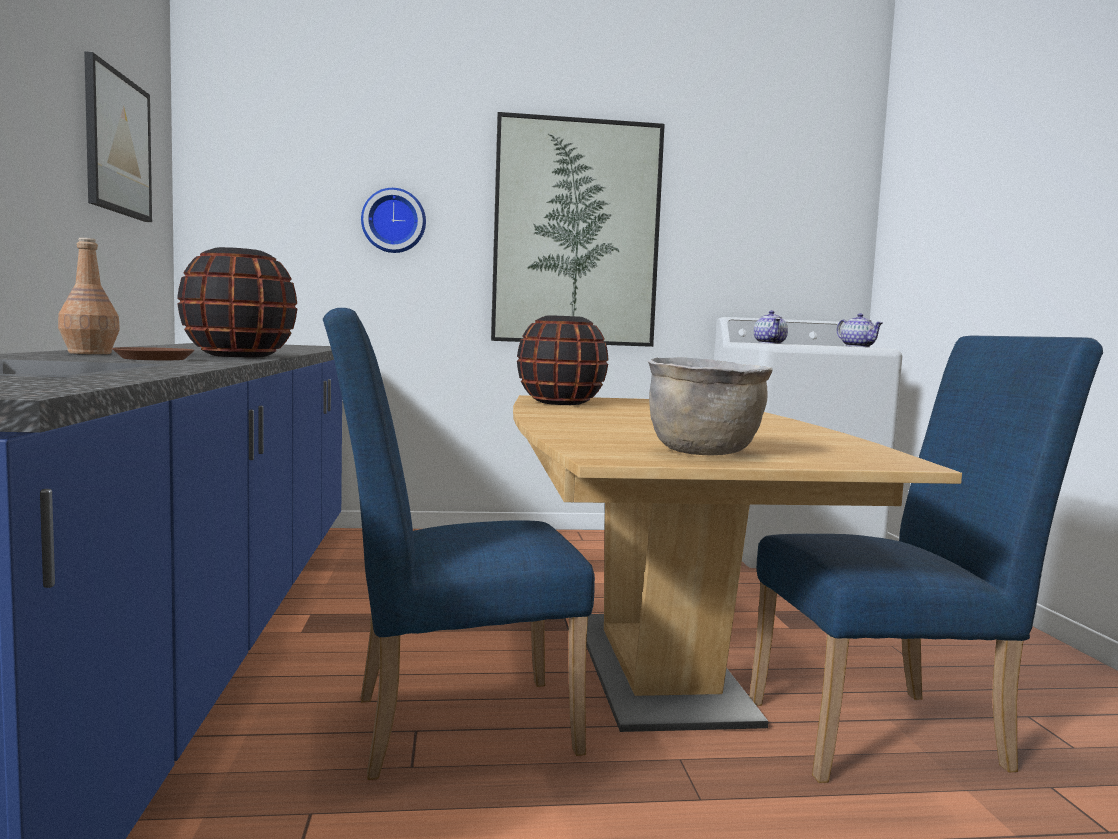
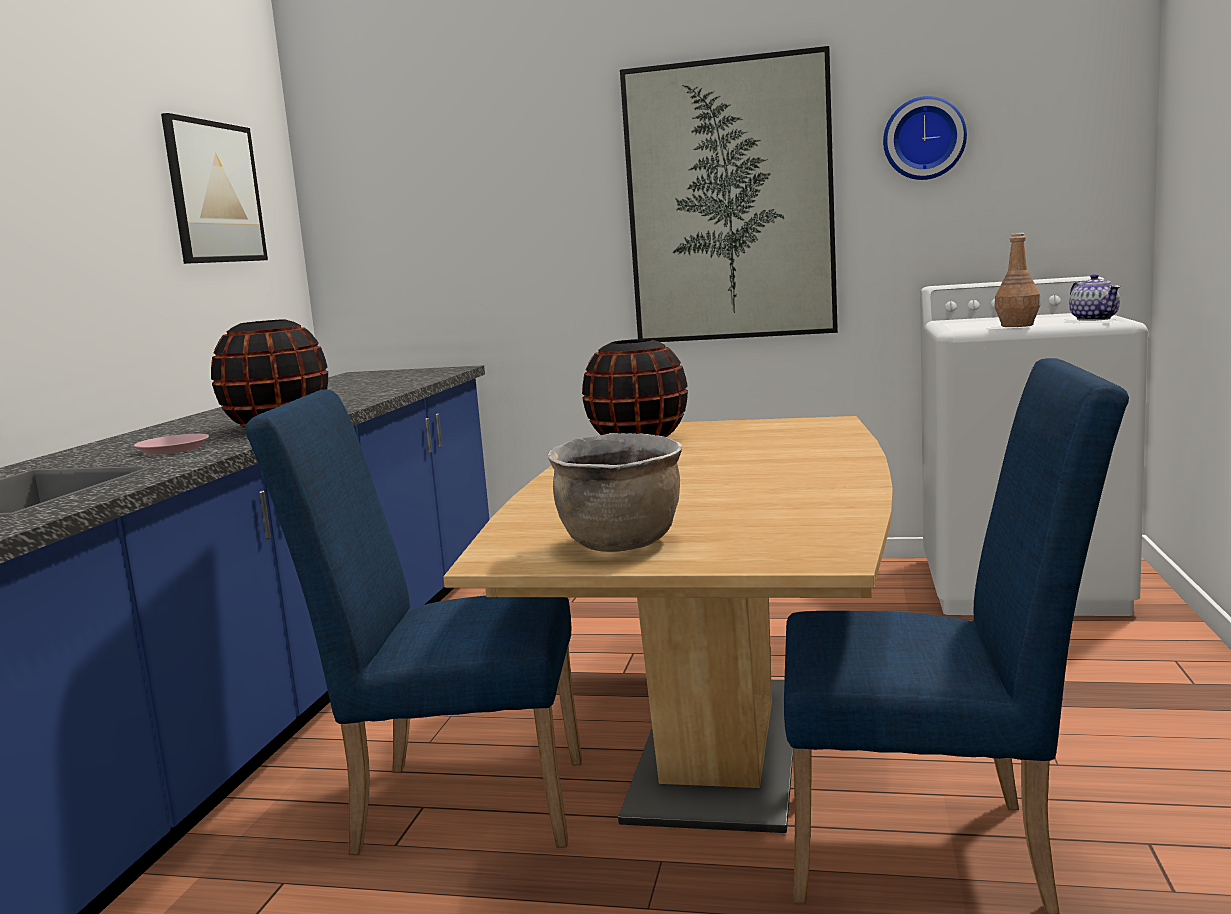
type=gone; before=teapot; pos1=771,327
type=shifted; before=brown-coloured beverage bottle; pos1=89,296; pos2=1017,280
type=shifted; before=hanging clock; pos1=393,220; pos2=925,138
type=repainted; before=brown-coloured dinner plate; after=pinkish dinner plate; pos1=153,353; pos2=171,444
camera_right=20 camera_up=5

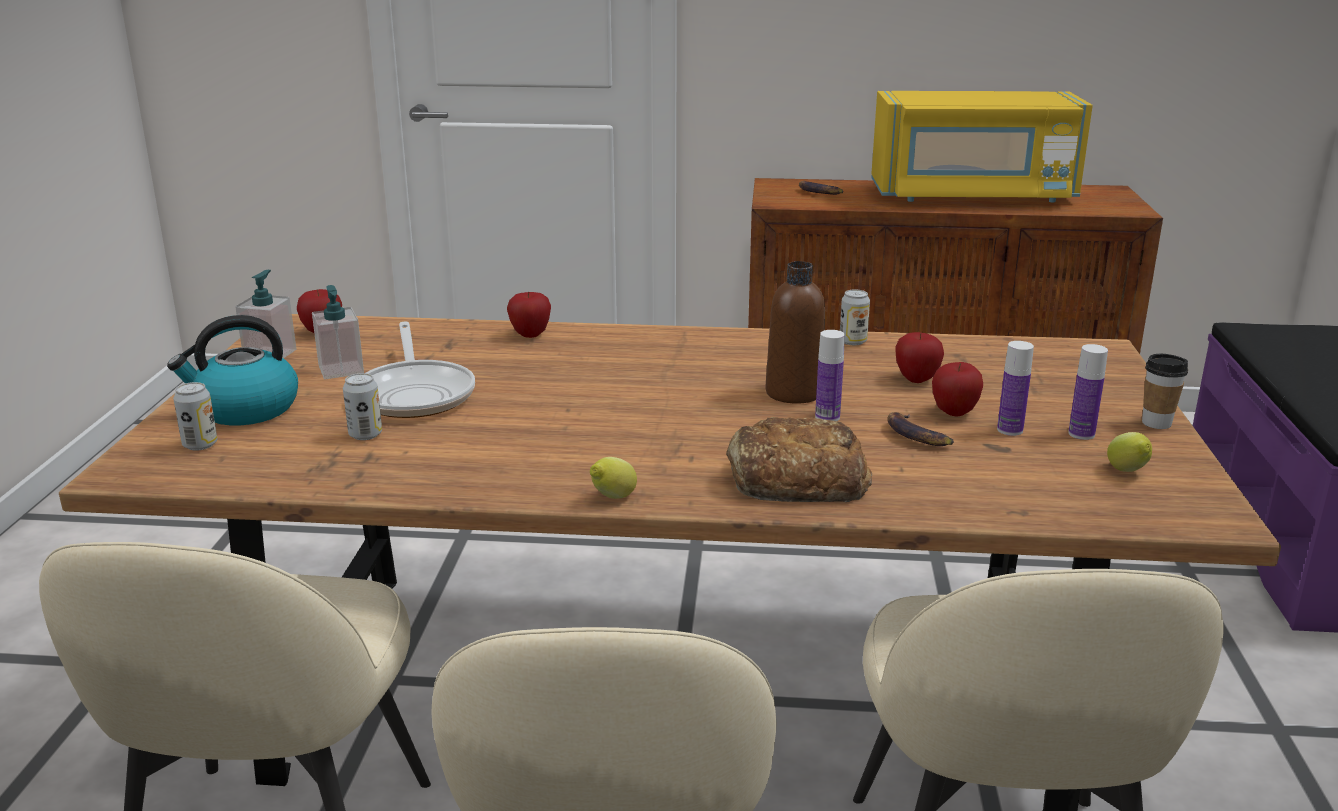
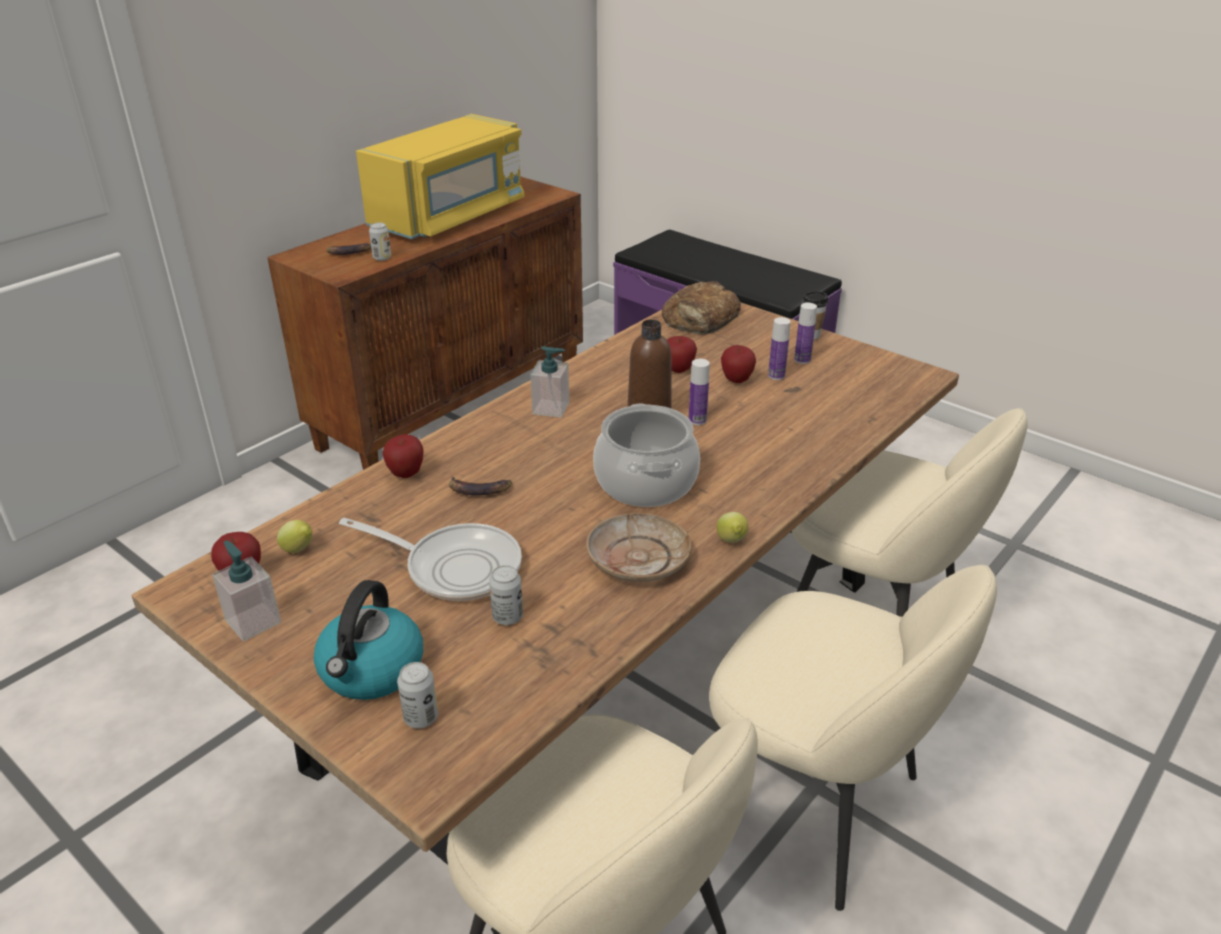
type=new; after=beige dinner plate; pos2=639,547
type=new; after=stockpot; pos2=646,455
type=shifted; before=liquid soap bottle; pos1=338,332; pos2=549,382
type=shifted; before=bread; pos1=799,459; pos2=701,308
type=shifted; before=sealed can; pos1=855,317; pos2=380,241
type=shifted; before=whole banana; pos1=920,429; pos2=480,486
type=shifted; before=lemon; pos1=1129,452; pos2=294,536
camera_right=-55 camera_up=10

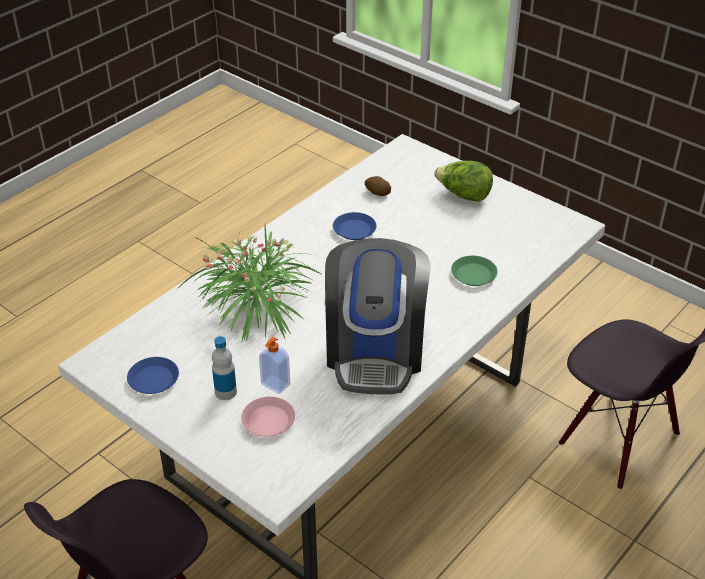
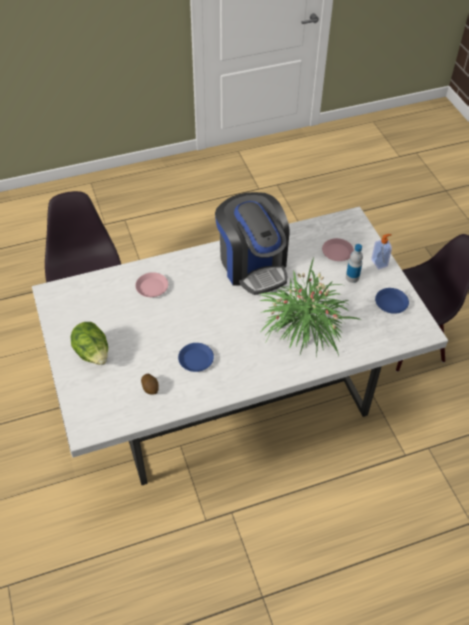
type=shifted; before=liquid soap bottle; pos1=274,365; pos2=381,251
type=repainted; before=green dinner plate; after=pinkish dinner plate; pos1=474,271; pos2=151,284
type=rotated; before=coffee maker; pos1=377,316; pos2=252,243; turn=120
camera_right=-150 camera_up=10

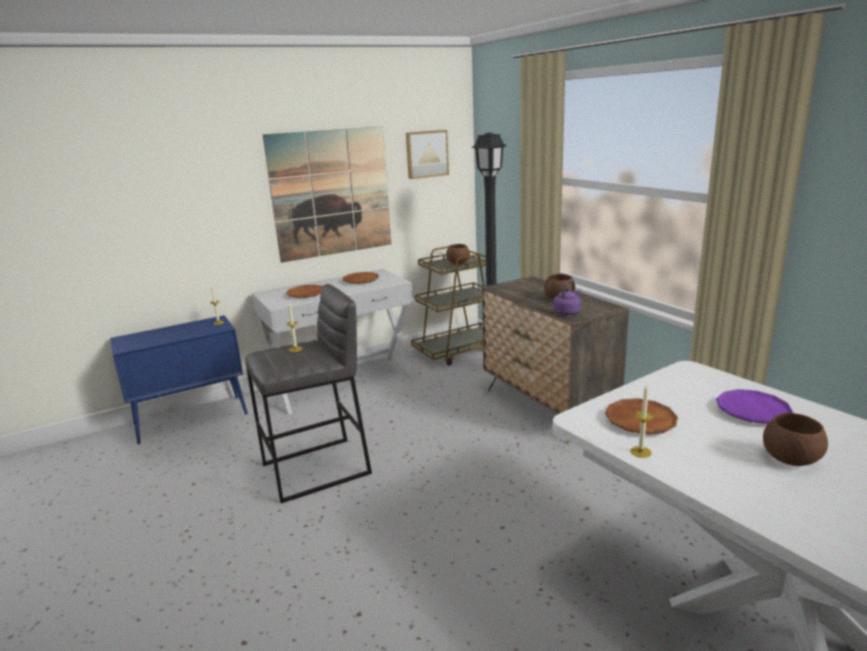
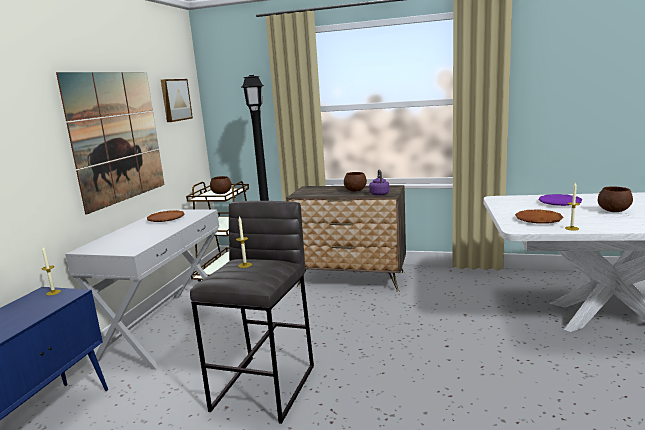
type=gone; before=brown-coloured dinner plate; pos1=304,291
camera_right=-45 camera_up=-5

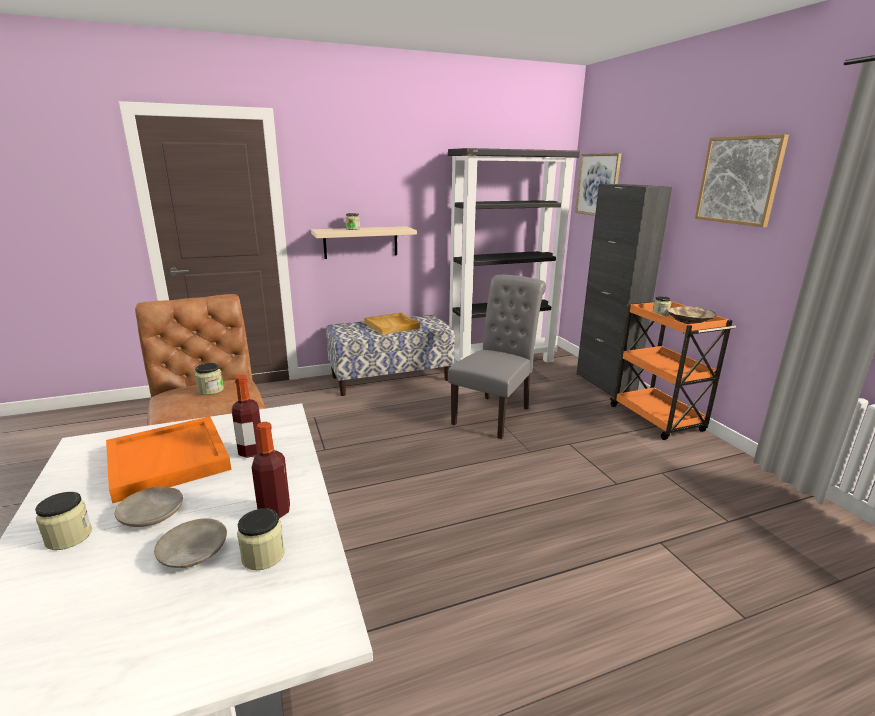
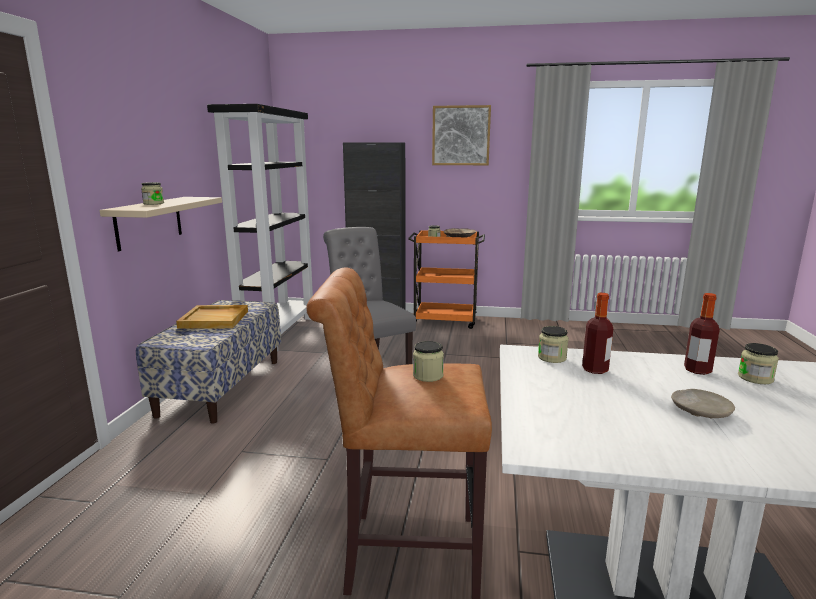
type=gone; before=orangey serving tray; pos1=169,459
type=gone; before=beige dinner plate; pos1=190,543
type=gone; before=picture; pos1=598,184
type=shifted; before=preserve jar; pos1=63,521; pos2=553,344
camera_right=-60 camera_up=-5

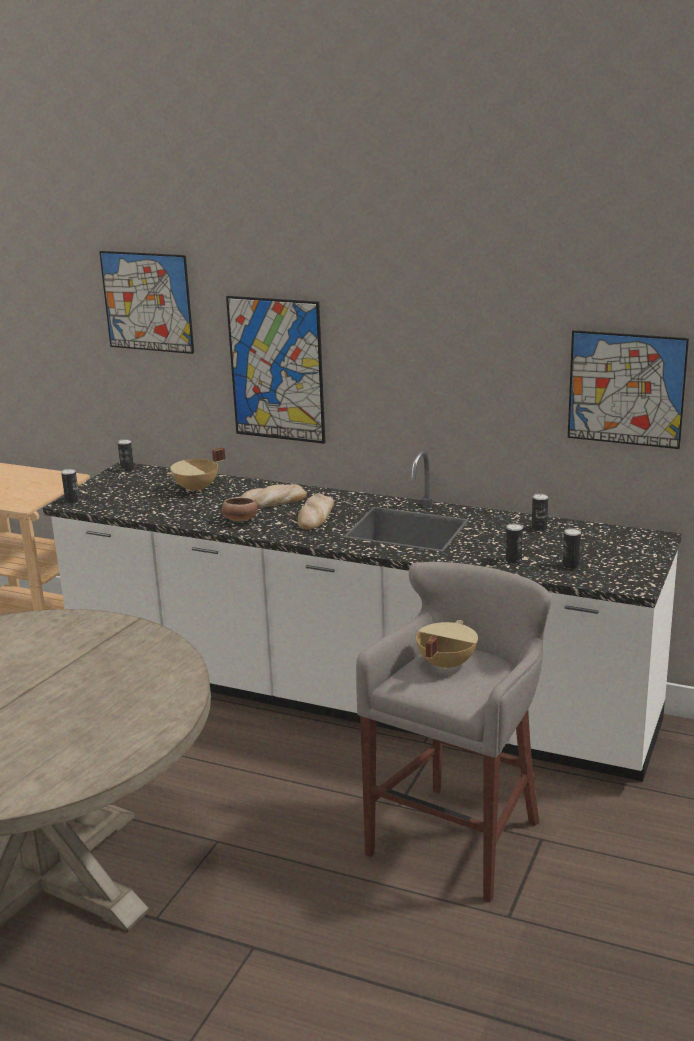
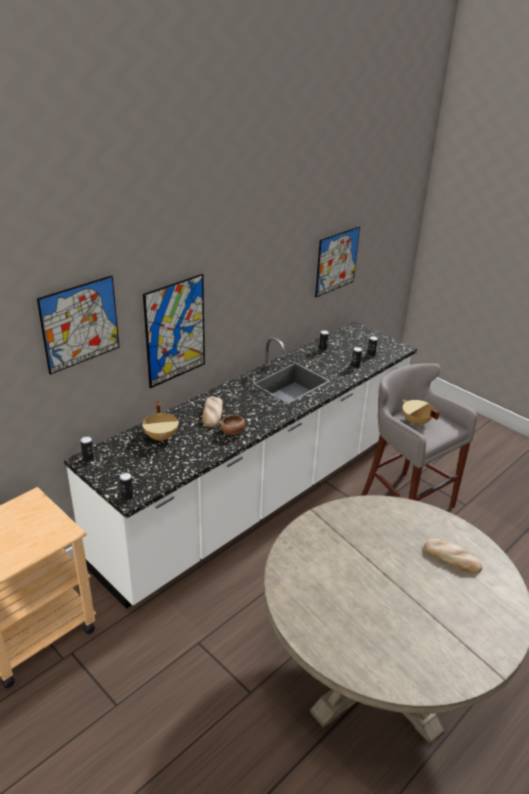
type=shifted; before=bread; pos1=316,511; pos2=453,556
camera_right=-70 camera_up=10

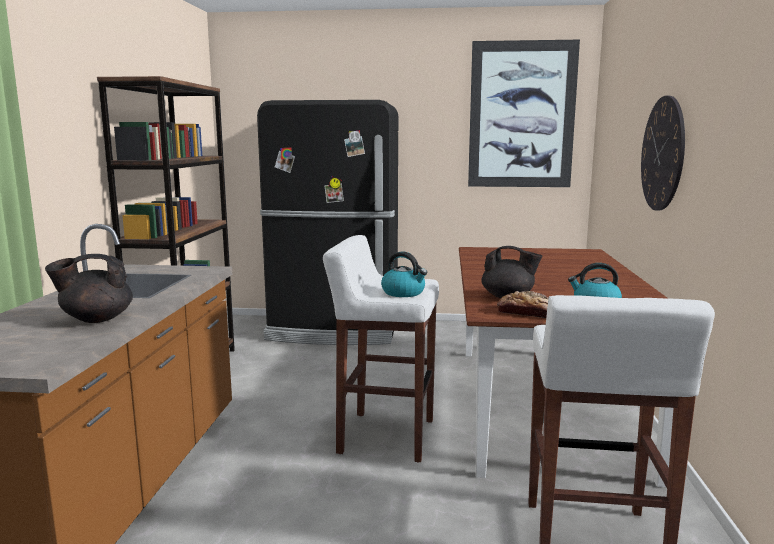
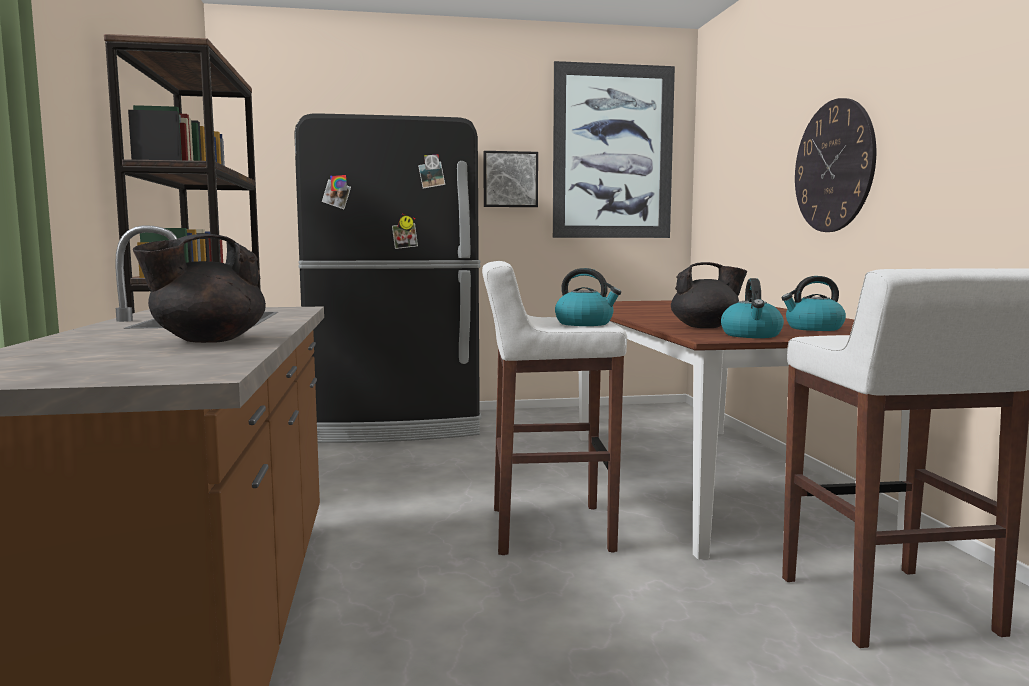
type=new; after=picture; pos2=510,179
type=swapped; before=bread; after=tea kettle; pos1=522,304; pos2=752,308
camera_right=-15 camera_up=-5

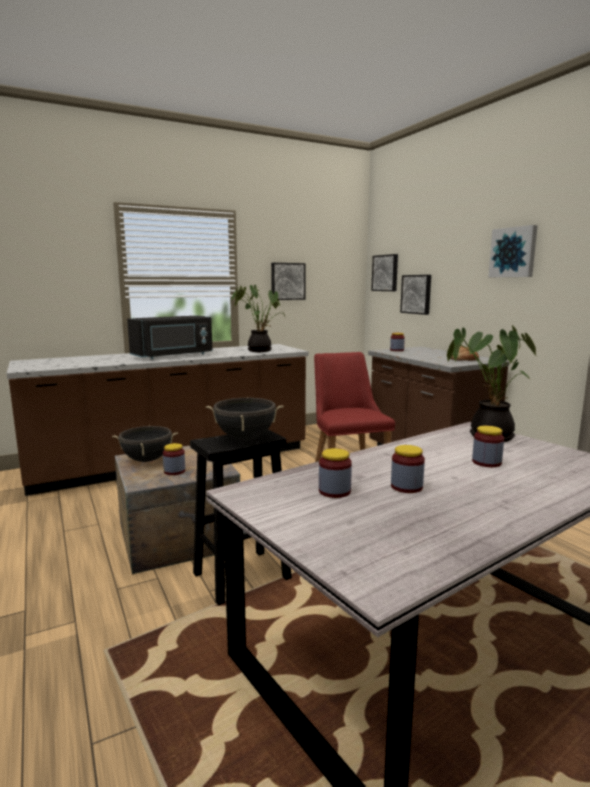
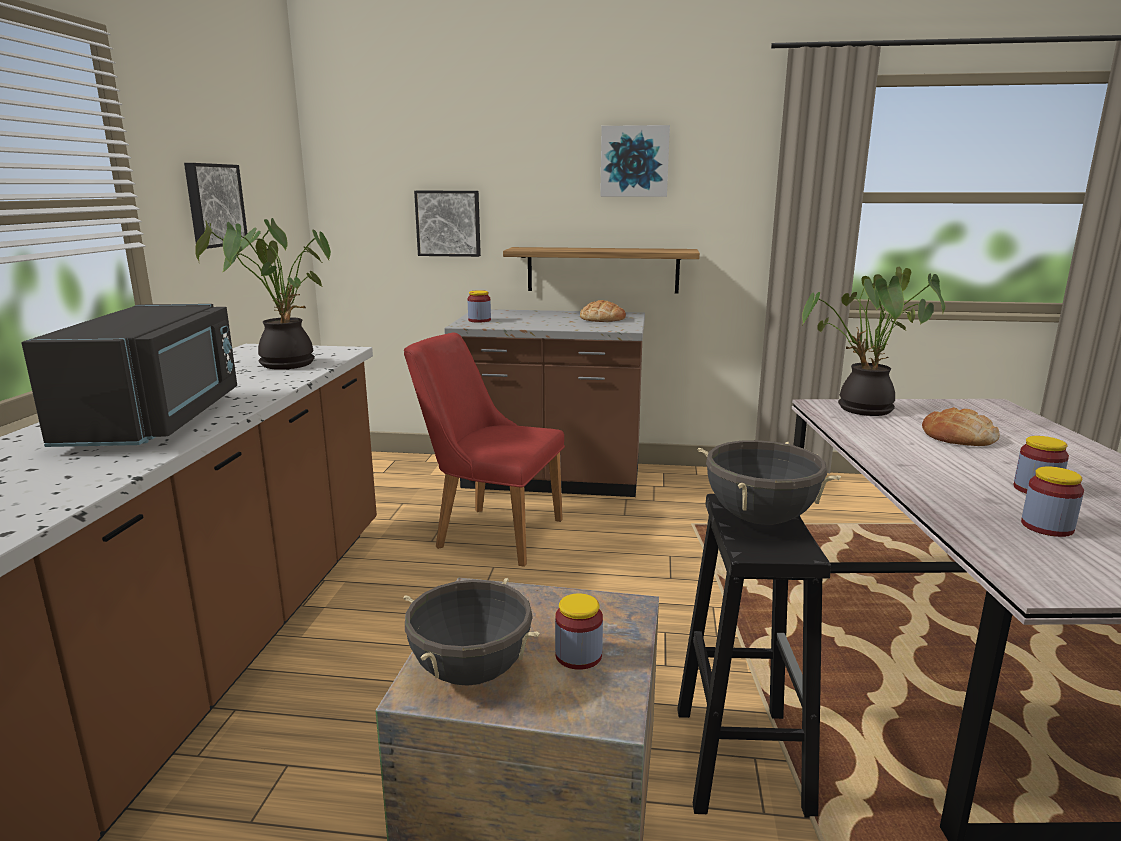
type=gone; before=picture; pos1=384,272
type=new; after=shelf; pos2=601,270
type=swapped; before=preserve jar; after=bread; pos1=488,446; pos2=961,426
camera_right=-55 camera_up=5

